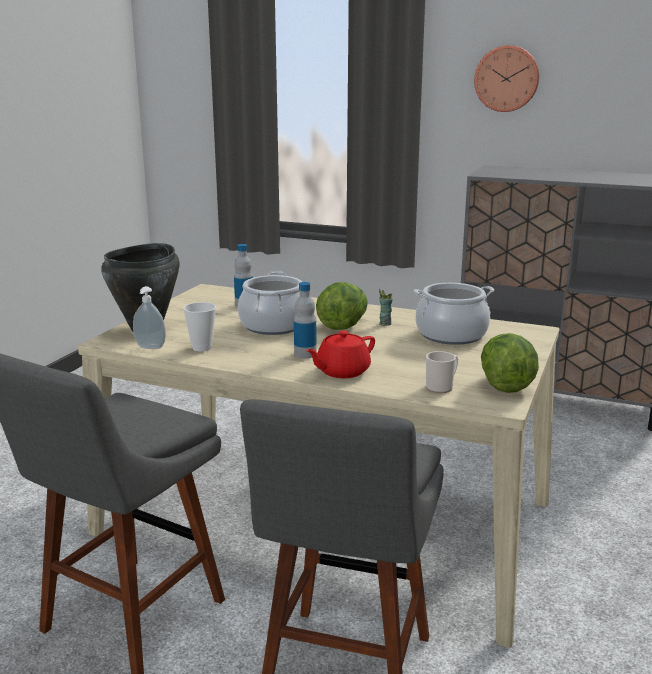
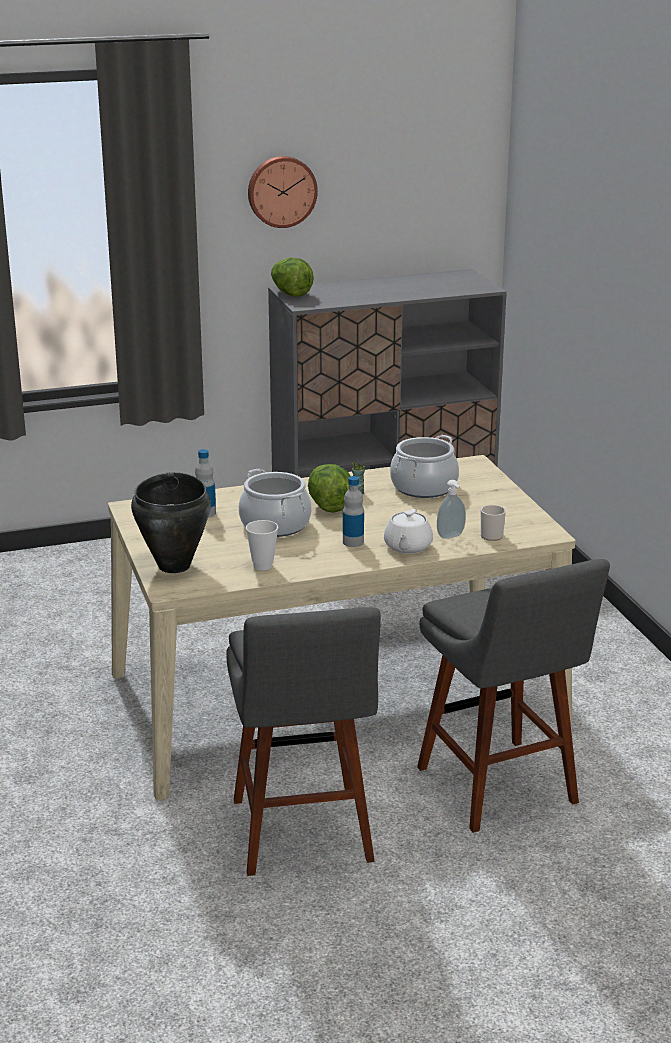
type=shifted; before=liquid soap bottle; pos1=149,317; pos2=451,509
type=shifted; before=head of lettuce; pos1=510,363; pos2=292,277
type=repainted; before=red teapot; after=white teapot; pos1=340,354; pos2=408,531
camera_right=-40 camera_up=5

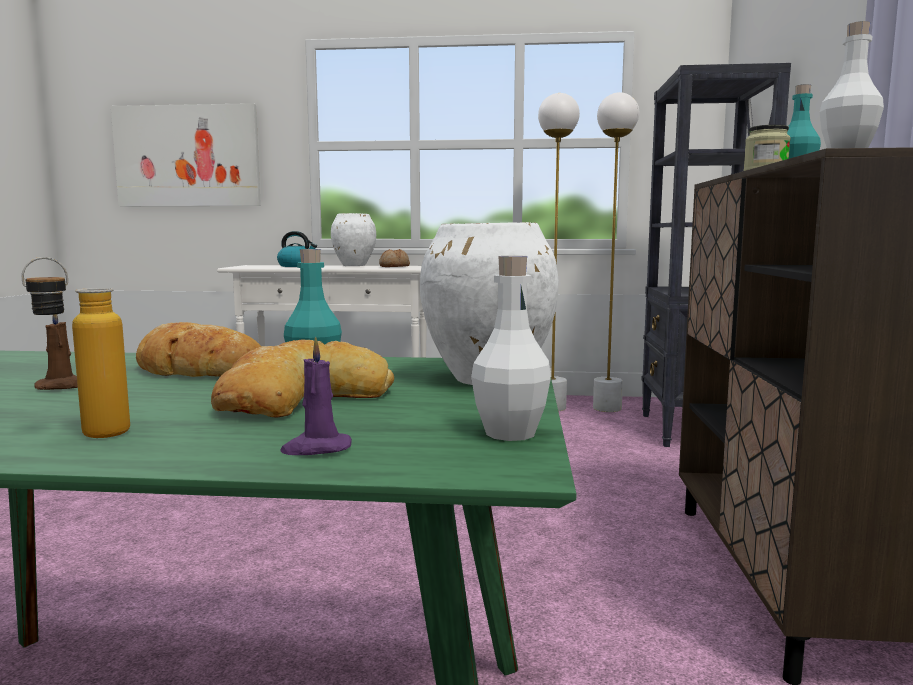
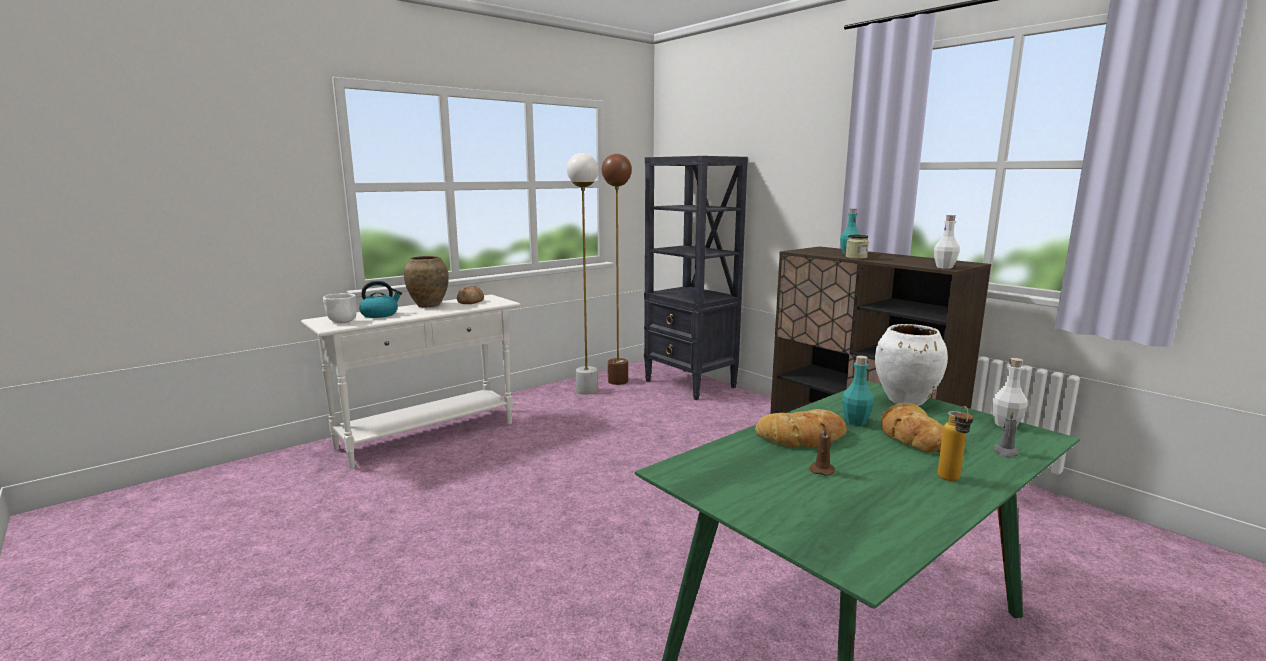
type=gone; before=picture; pos1=186,154
type=new; after=white bowl; pos2=340,308
type=repainted; before=purplish wax light; after=greyish wax light; pos1=316,396; pos2=1006,434
type=repainted; before=white flower vase; after=brown-coloured flower vase; pos1=353,239; pos2=426,282
type=repainted; before=white standard lamp; after=brown-coloured standard lamp; pos1=616,252; pos2=617,269
camera_right=-45 camera_up=5

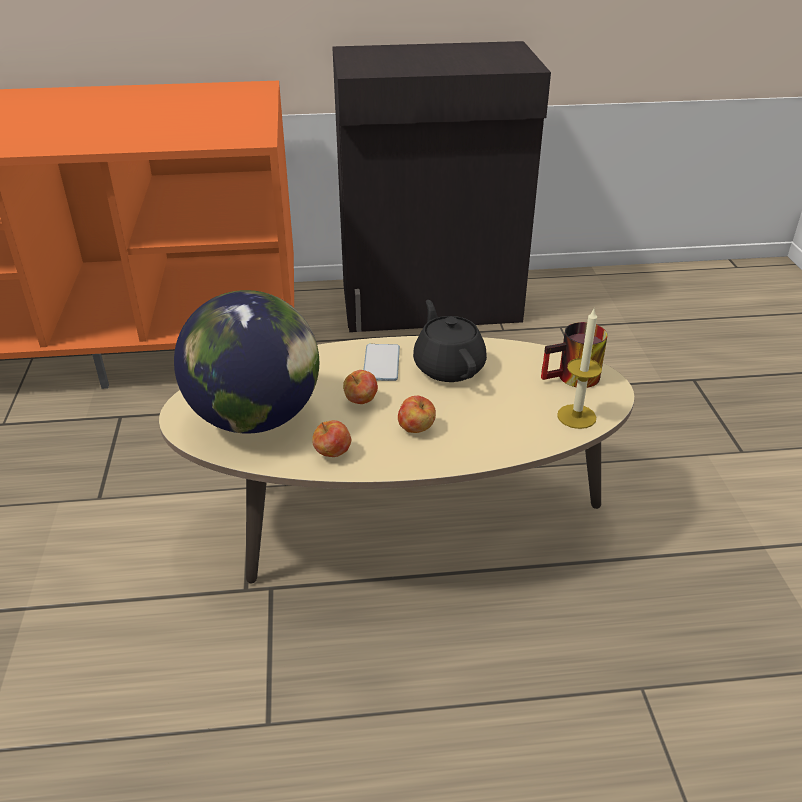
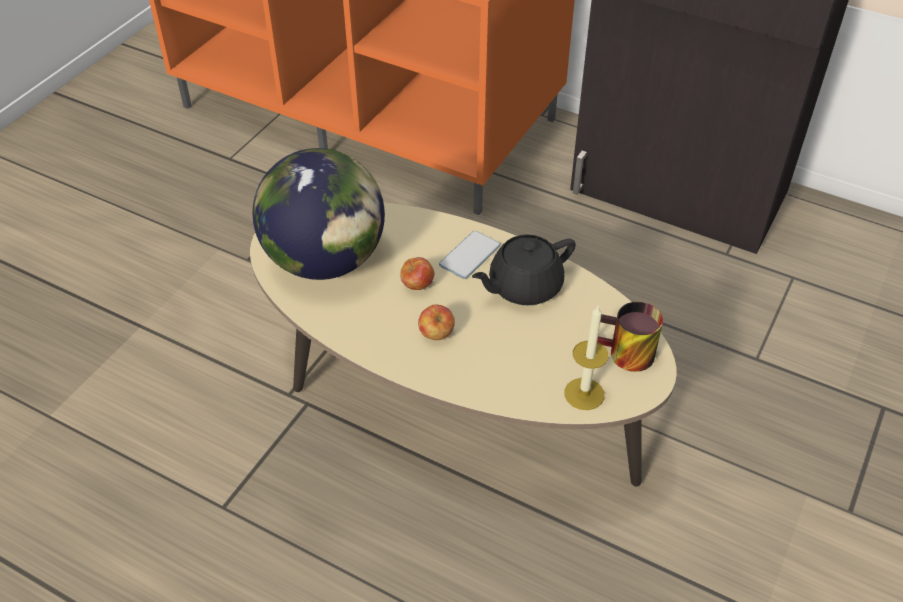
type=gone; before=apple fruit; pos1=331,438
type=rotated; before=black teapot; pos1=450,341; pos2=524,269; turn=-135
camera_right=35 camera_up=10

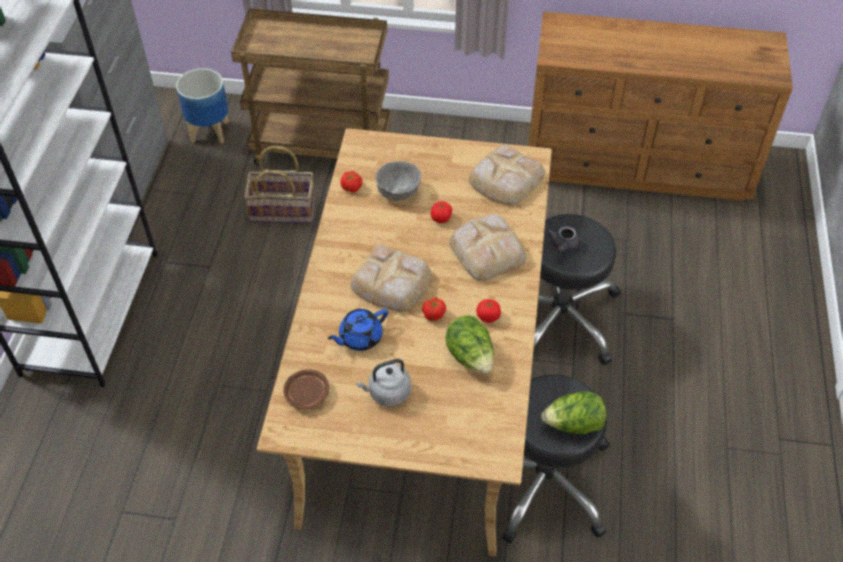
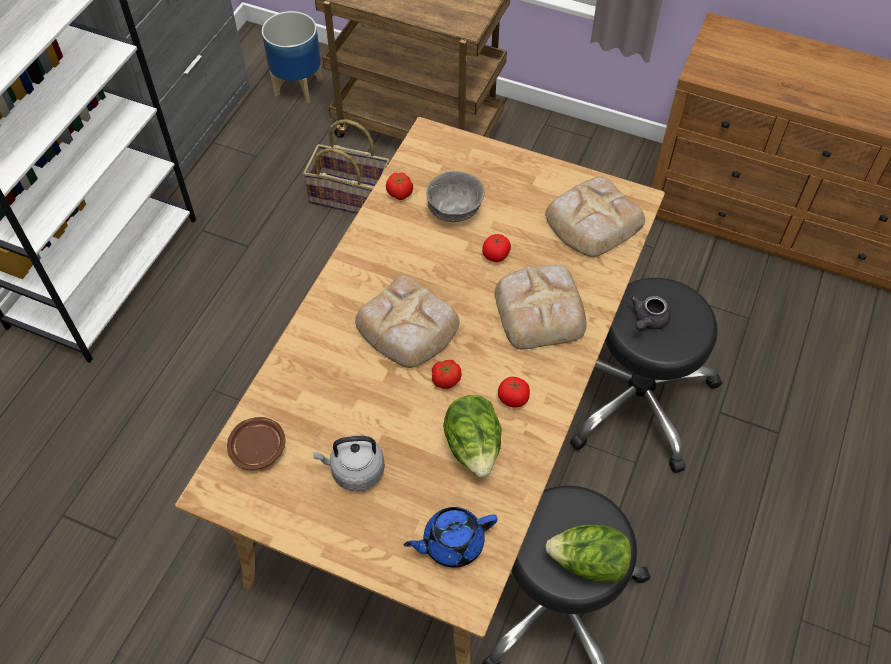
type=shifted; before=bluish teapot; pos1=358,330; pos2=451,537
camera_right=15 camera_up=5

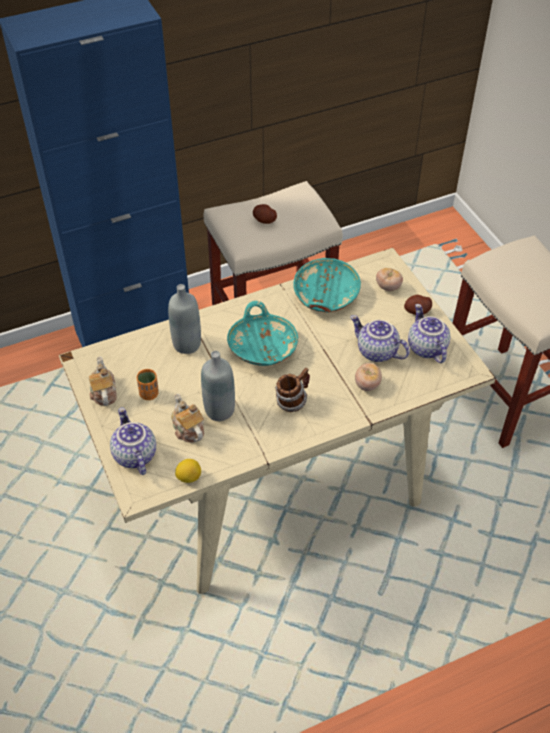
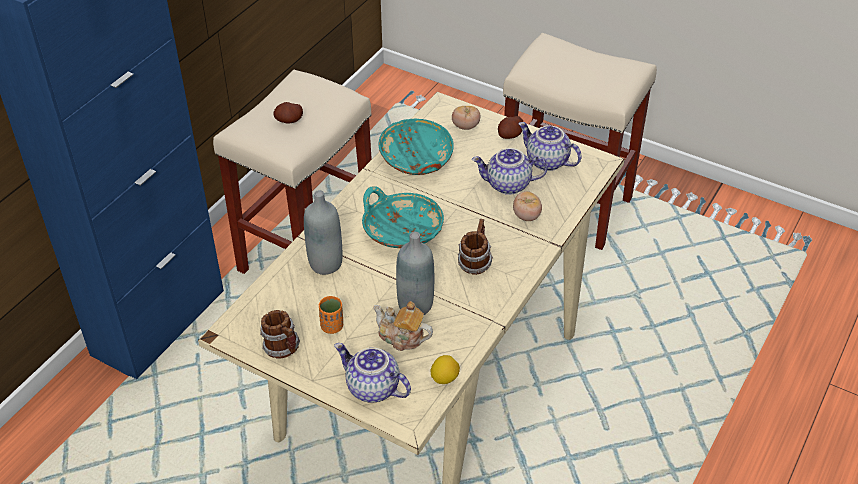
type=swapped; before=teapot; after=coffee mug; pos1=103,381; pos2=280,334
camera_right=-35 camera_up=-5

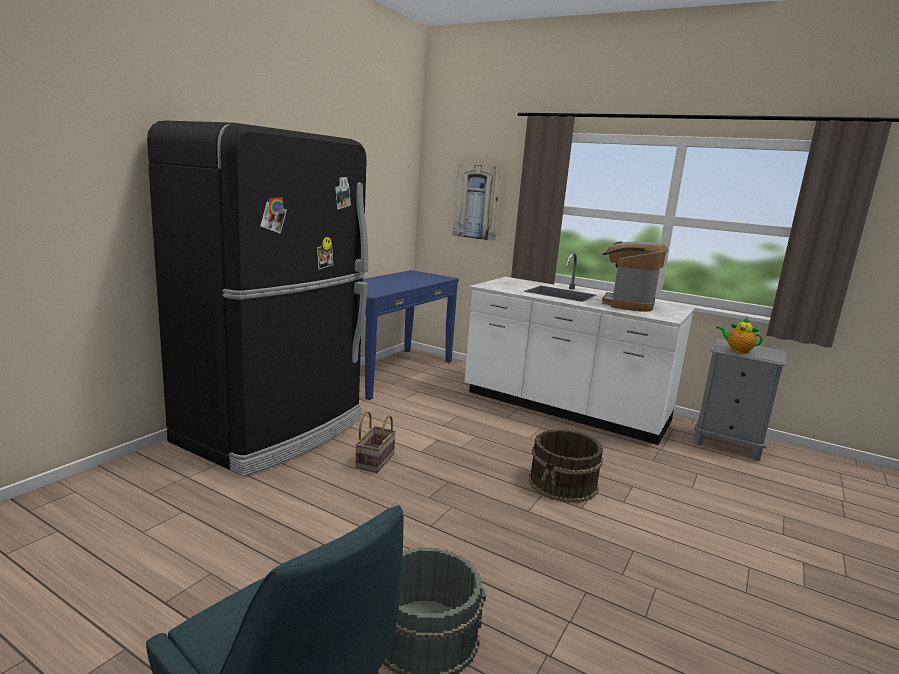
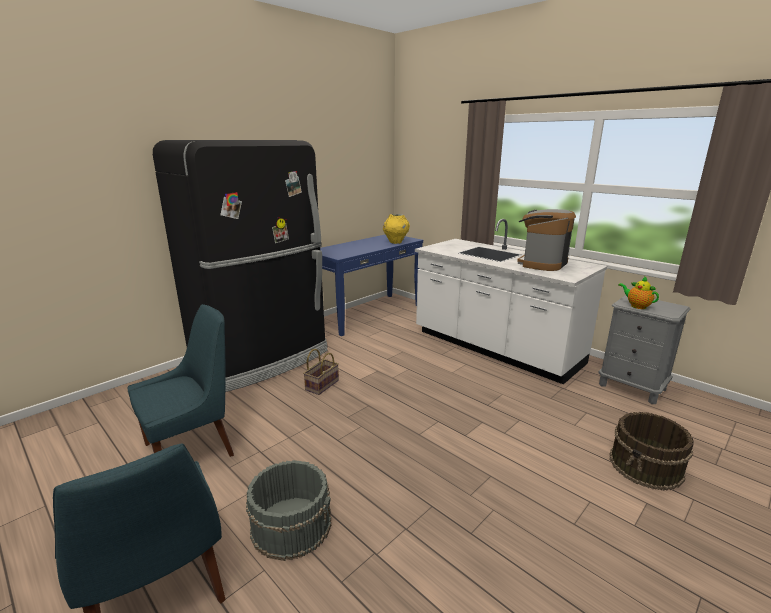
type=gone; before=picture; pos1=477,202
type=new; after=bluish plain chair; pos2=181,380
type=new; after=yellow-coloured flower vase; pos2=396,229
type=shifted; before=brown-coloured water bucket; pos1=565,466; pos2=651,451
camera_right=15 camera_up=5

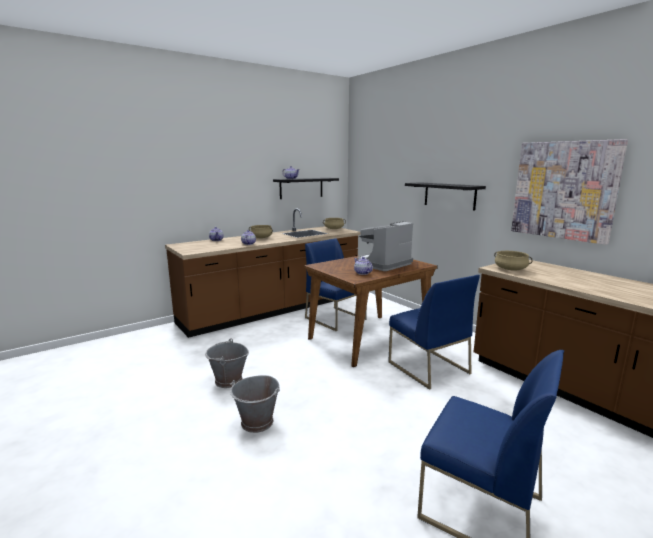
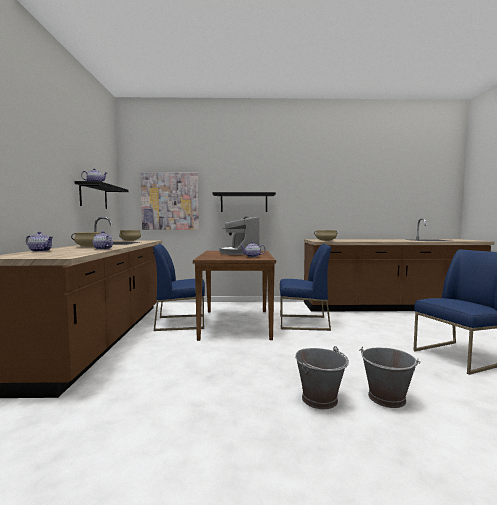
type=shifted; before=greyish water bucket; pos1=227,363; pos2=390,377
type=shifted; before=picture; pos1=569,192; pos2=169,201
camera_right=-55 camera_up=-10

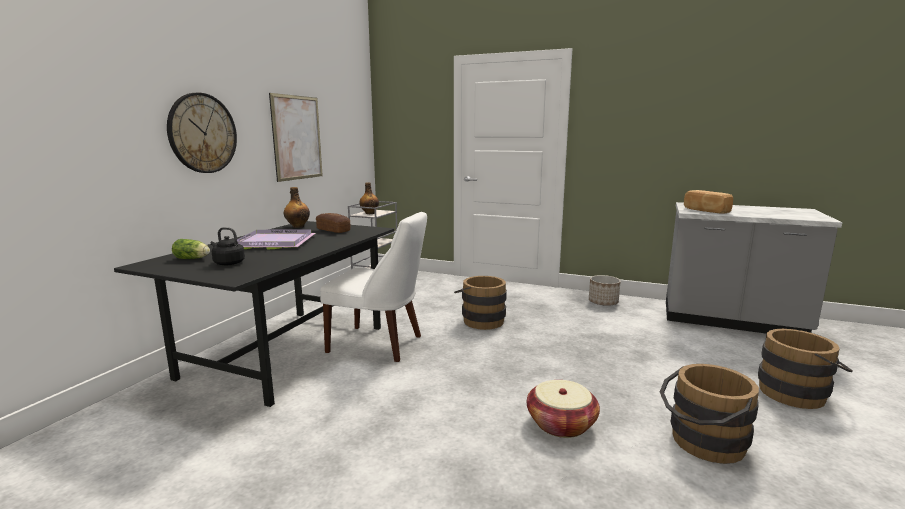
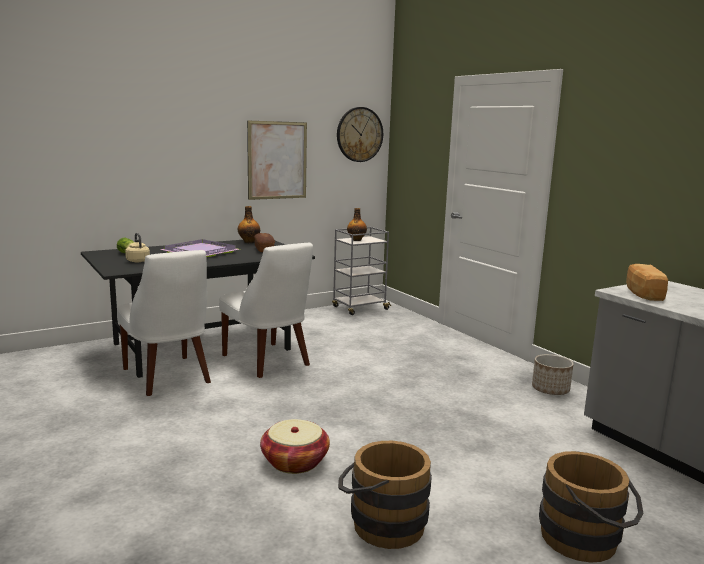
type=gone; before=brown-coloured water bucket; pos1=480,303
type=new; after=white plain chair; pos2=164,323
type=shifted; before=hanging clock; pos1=202,133; pos2=360,134
type=repainted; before=black tea kettle; after=beige tea kettle; pos1=228,246; pos2=137,247
camera_right=35 camera_up=0

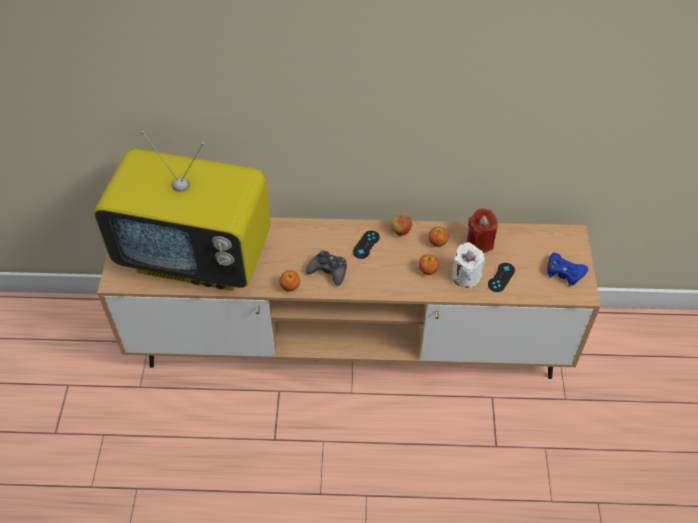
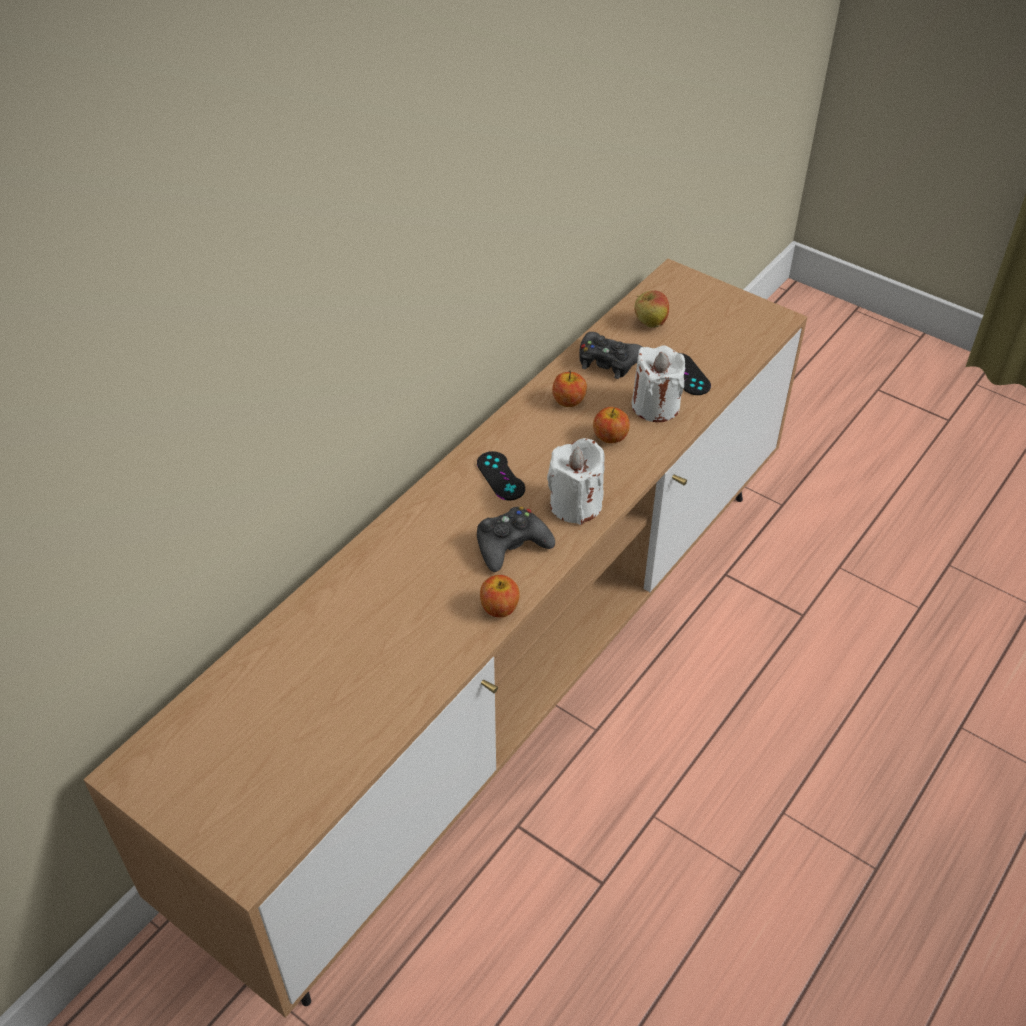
type=gone; before=TV; pos1=182,210
type=gone; before=bluish game controller; pos1=567,269
type=new; after=white wax light; pos2=576,481
type=shifted; before=apple fruit; pos1=401,224; pos2=651,309
type=swapped; before=red wax light; after=black game controller; pos1=482,230; pos2=611,355
camera_right=-55 camera_up=-5

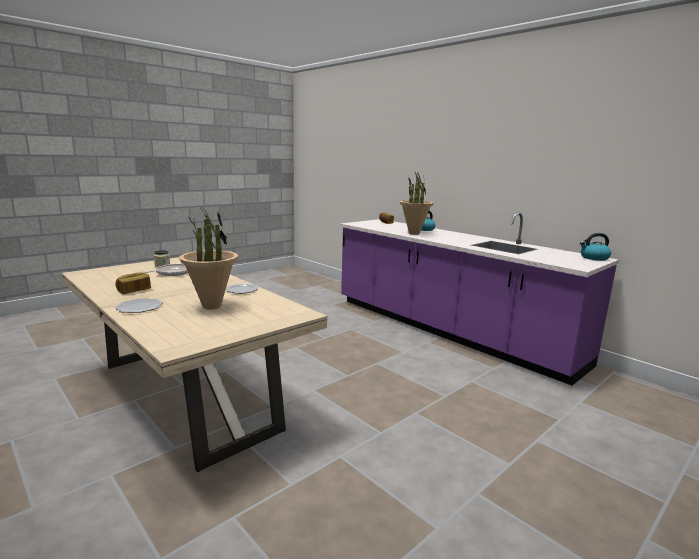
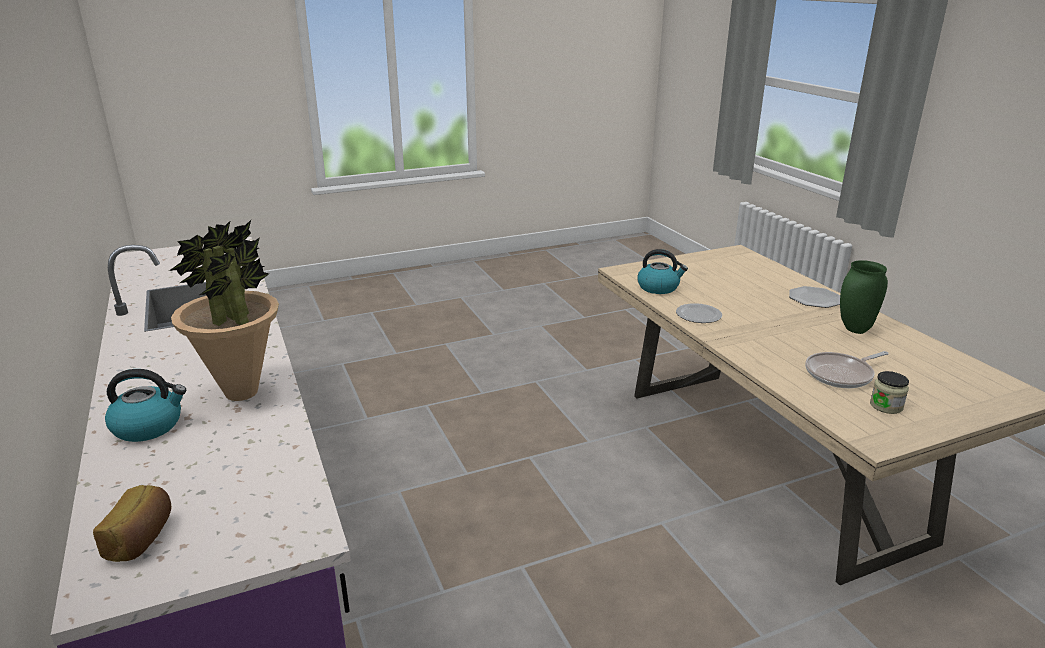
type=gone; before=plant in a pot; pos1=208,257
type=shifted; before=tea kettle; pos1=595,247; pos2=662,271
type=swapped; before=bread; after=green flower vase; pos1=133,283; pos2=864,297
camera_right=-160 camera_up=10

